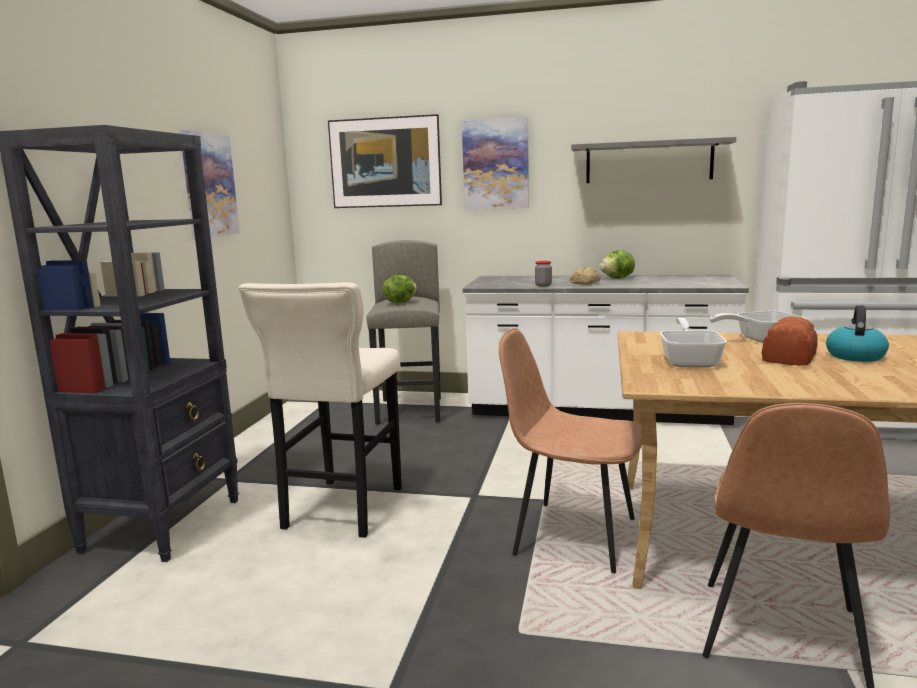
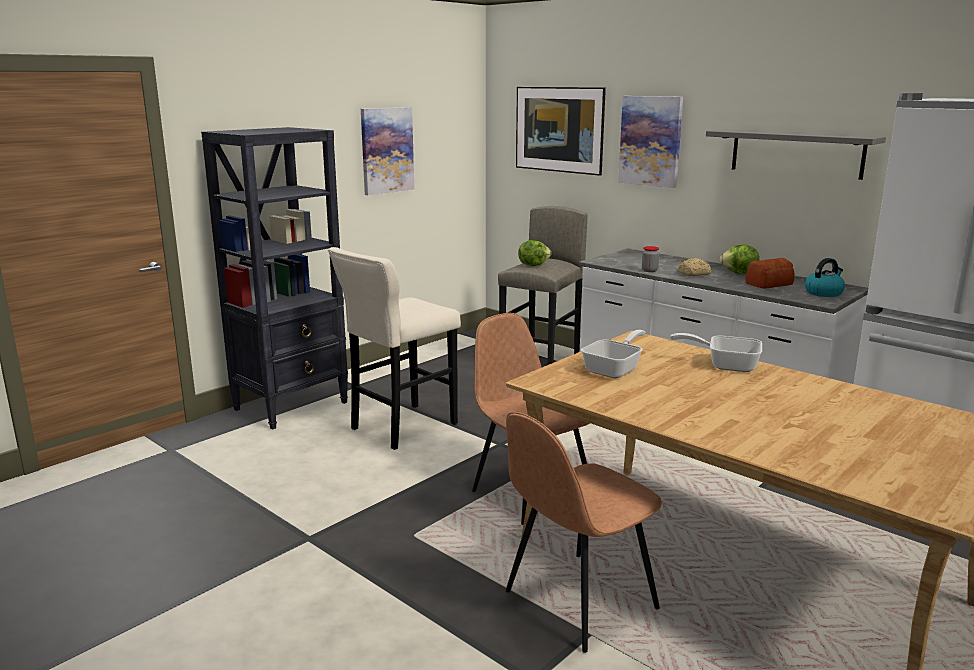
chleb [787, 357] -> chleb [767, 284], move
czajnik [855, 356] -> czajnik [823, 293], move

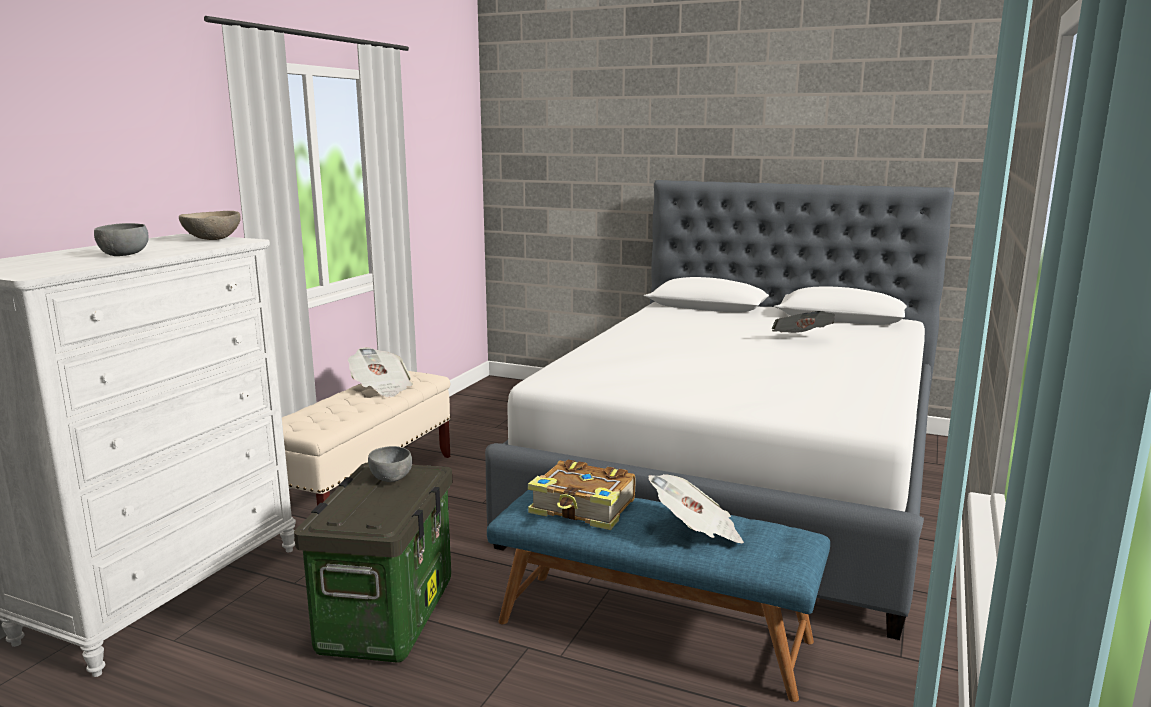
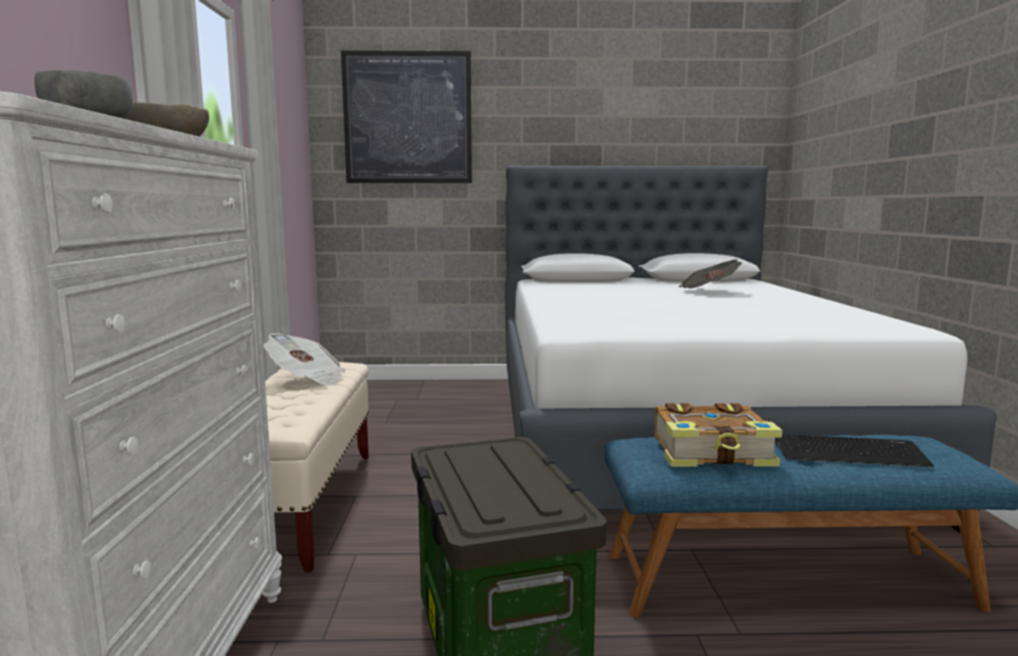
miska (szary) [391, 478] -> none
gazeta [696, 531] -> klawiatura [848, 453]
none -> obraz [408, 118]

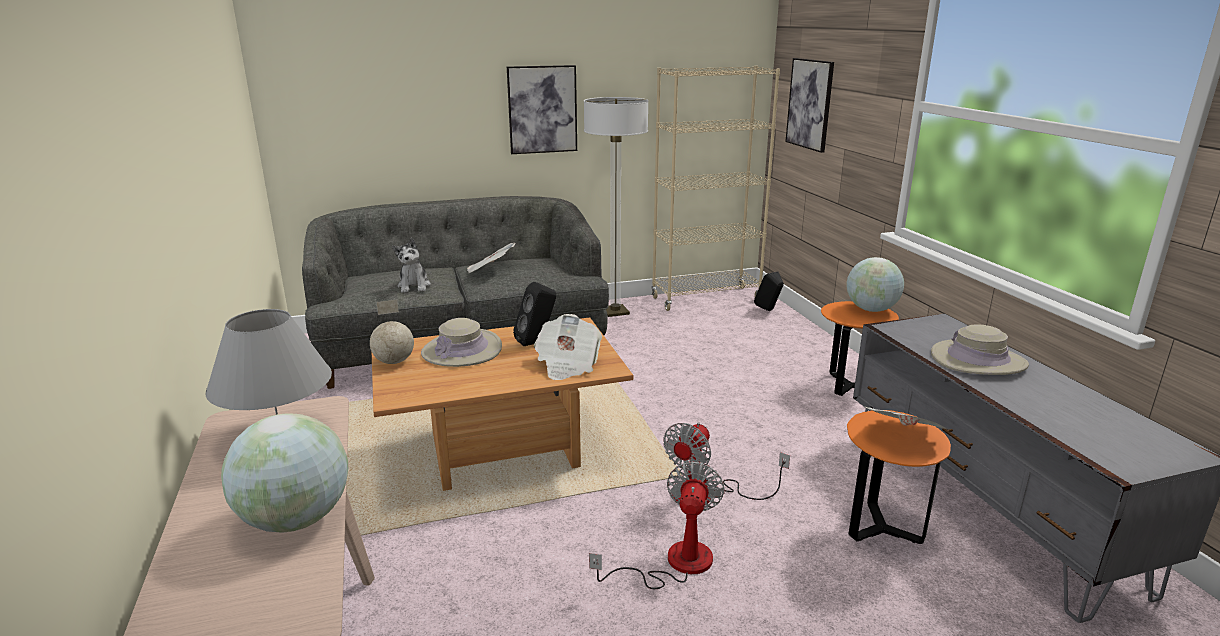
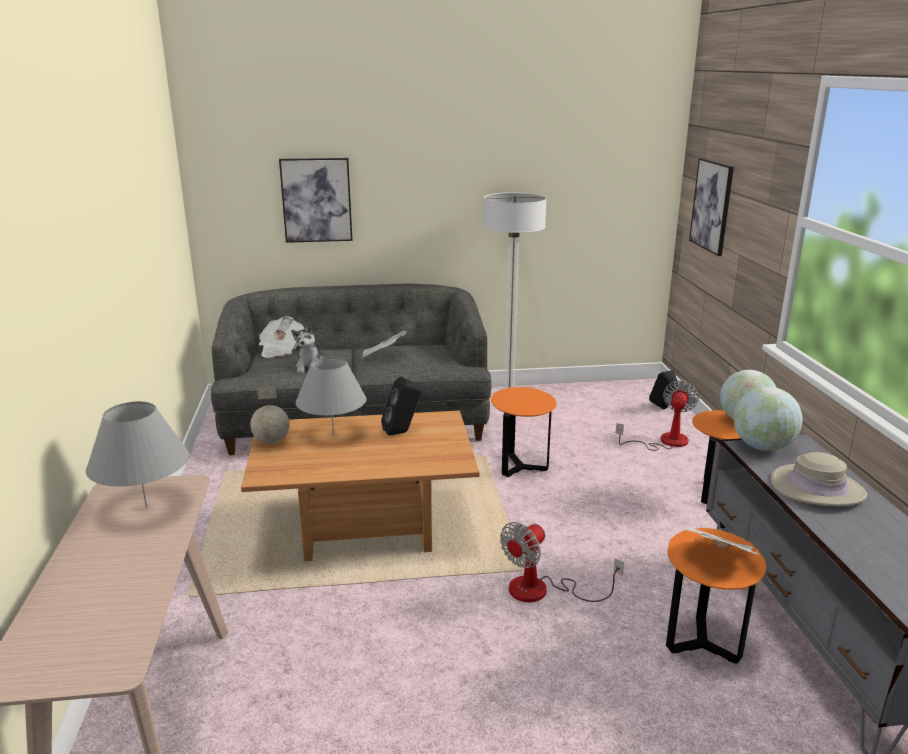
globus [296, 519] -> globus [762, 447], move
kapelusz (beżowy) [462, 350] -> lampa stołowa (szary) [333, 434]
obraz [542, 109] -> obraz [316, 200], move
gazeta [567, 364] -> gazeta [280, 350], move
wentylator [674, 563] -> wentylator [664, 442], move
regał (beżowy) [706, 299] -> none
none -> stolik (pomarańczowy) [520, 467]

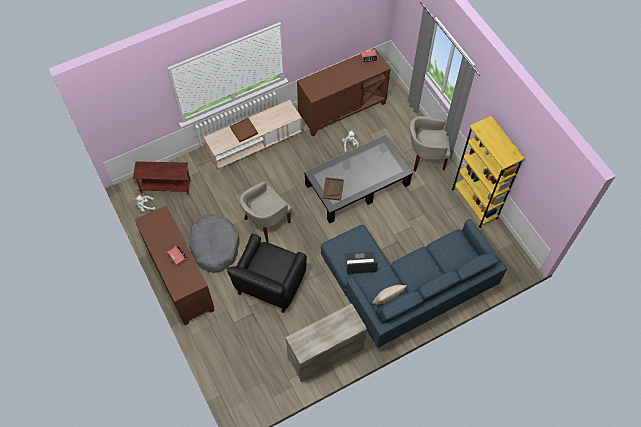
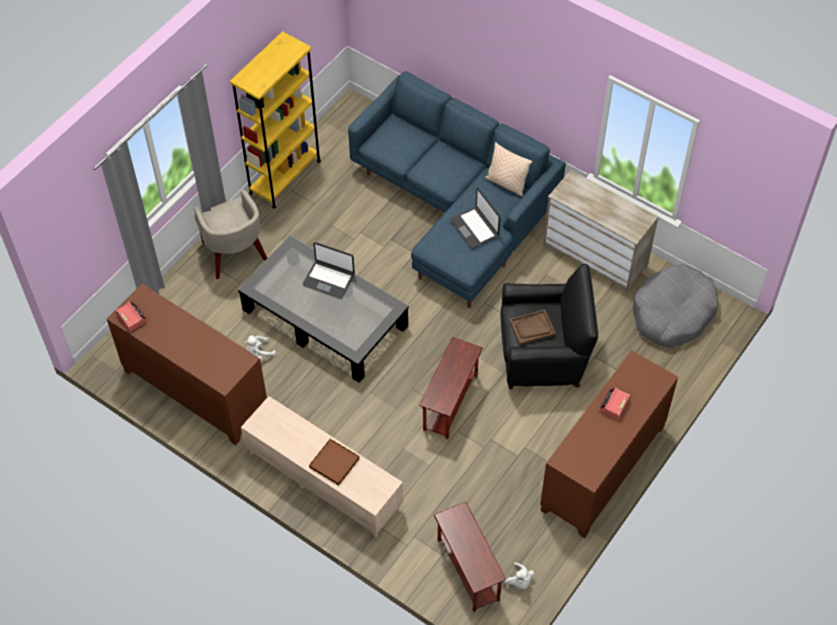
legowisko (szary) [214, 246] -> legowisko (szary) [672, 313], move
fotel (beżowy) [266, 222] -> stolik (brązowy) [451, 403]
taca (brązowy) [333, 189] -> taca (brązowy) [532, 328], move
none -> laptop [329, 279]

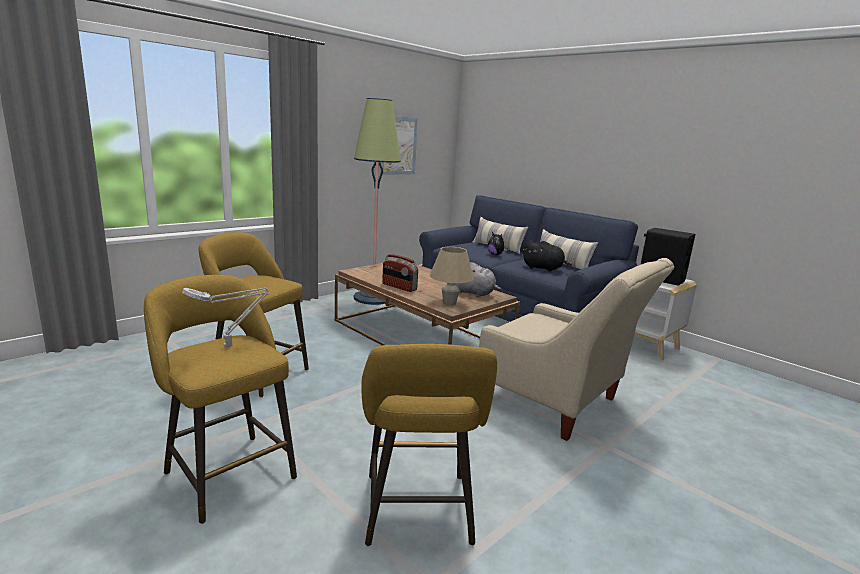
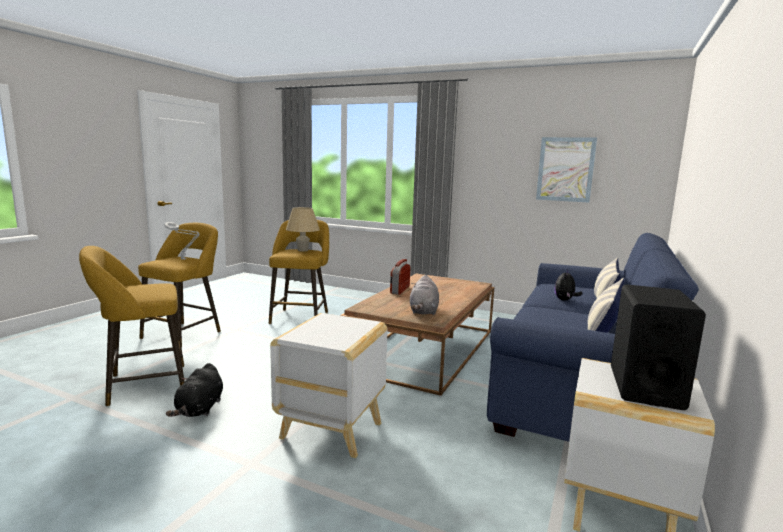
lampa stojąca [373, 298] -> none
lampa stołowa (beżowy) [449, 303] -> lampa stołowa (beżowy) [302, 250], move
fotel (beżowy) [558, 404] -> stolik (biały) [330, 430]
pluszak (czarny) [544, 269] -> pluszak (czarny) [199, 409], move

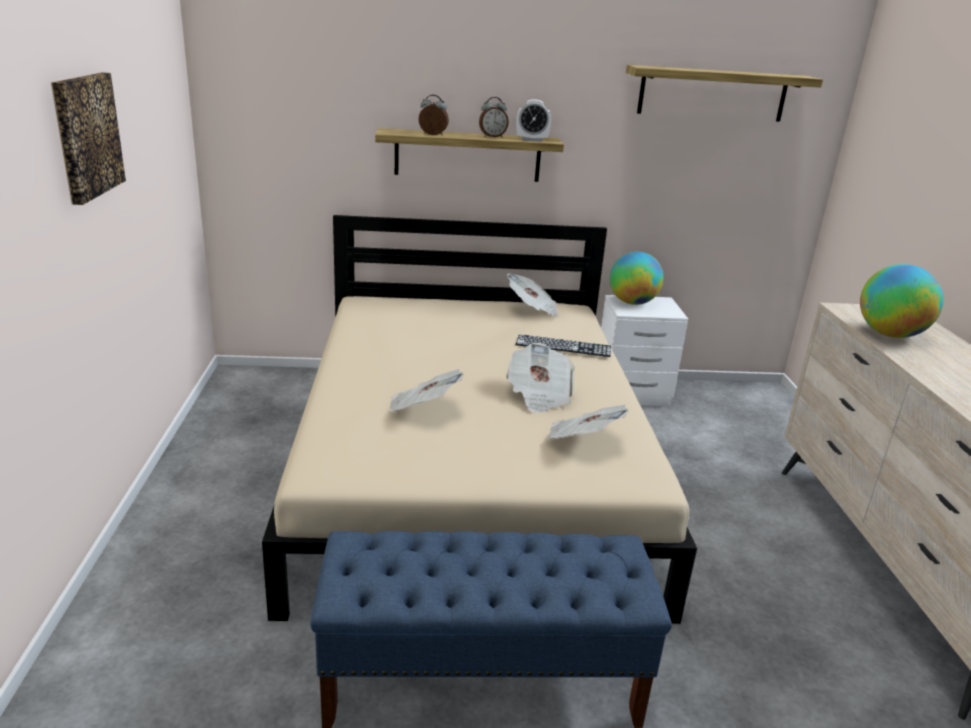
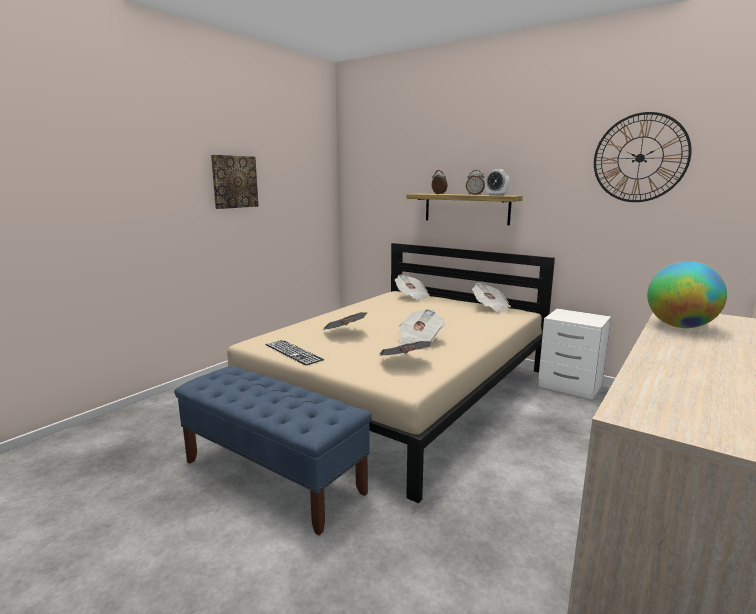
klawiatura [563, 346] -> klawiatura [293, 352], move
globus [632, 302] -> none
półka [712, 94] -> zegar ścienny [640, 158]
none -> gazeta [412, 297]

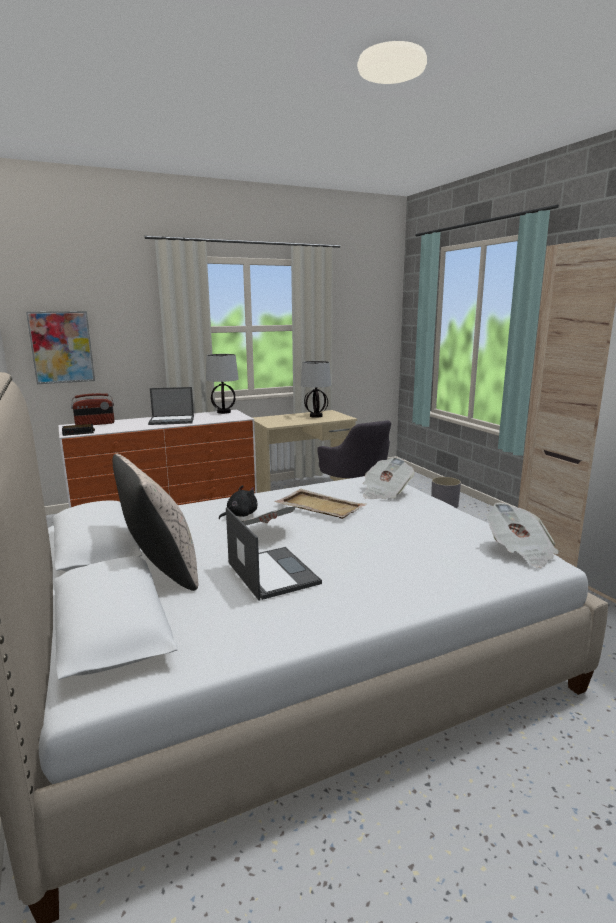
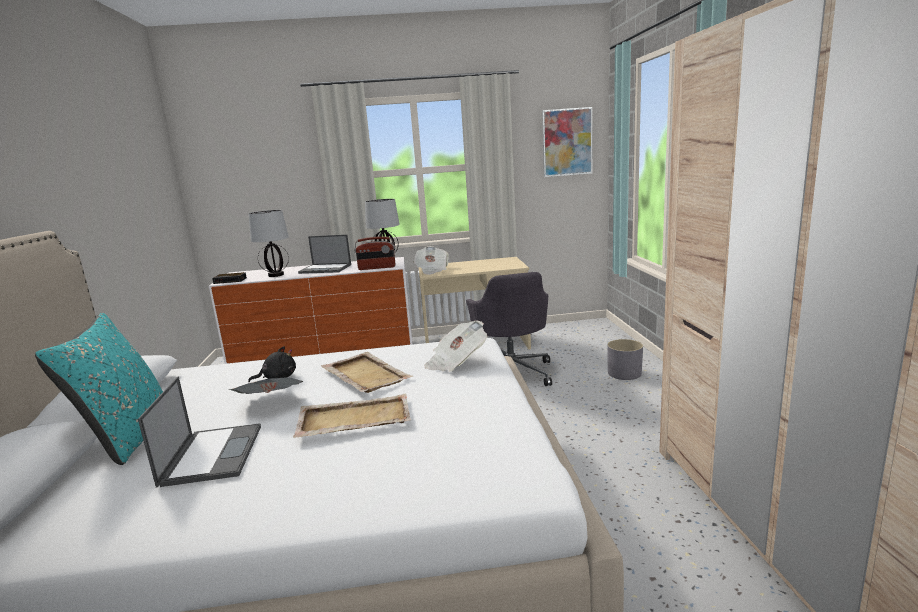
obraz [61, 347] -> obraz [567, 142], move
radio [95, 424] -> radio [377, 268], move
poduszka (beżowy) [161, 570] -> poduszka (turkusowy) [129, 436]
lampa stołowa [315, 416] -> lampa stołowa [275, 275], move
gazeta [520, 551] -> gazeta [432, 270], move
none -> taca (beżowy) [353, 419]

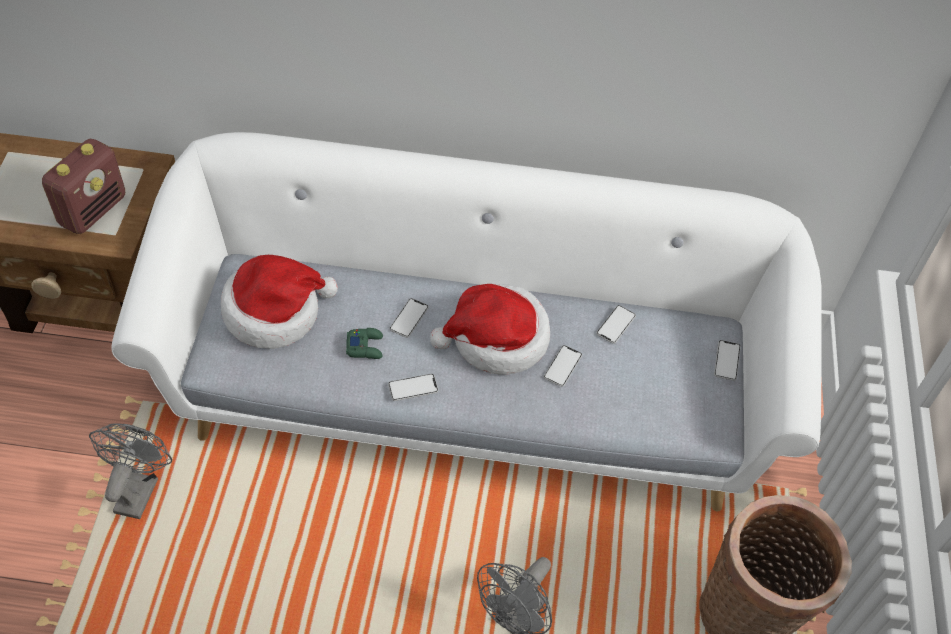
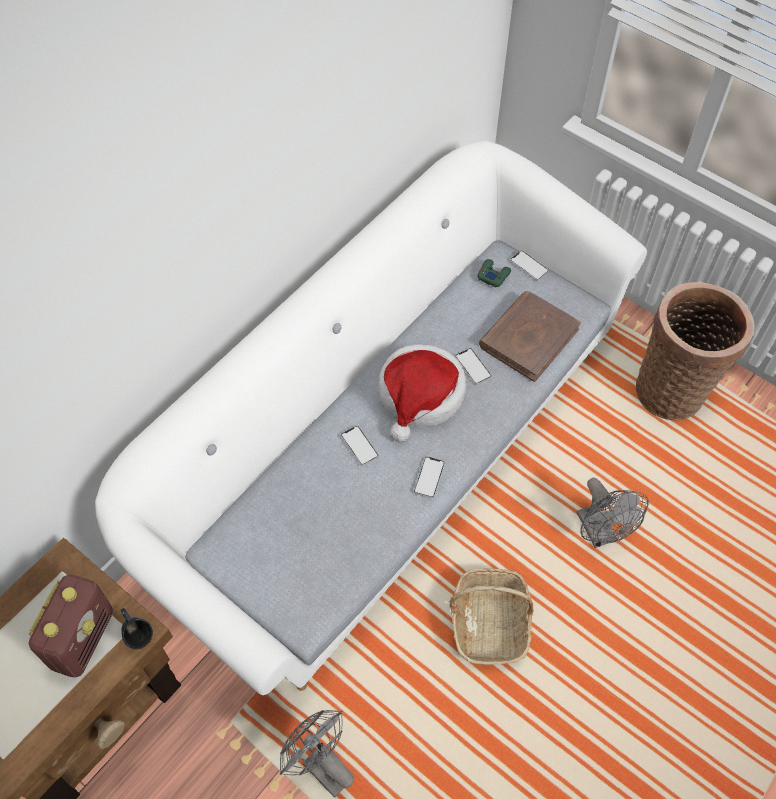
radio [93, 210] -> radio [83, 638], 45 degrees clockwise
kapelusz [275, 312] -> none
pad do gier (zielony) [365, 346] -> pad do gier (zielony) [493, 275], move
telefon [616, 325] -> none
none -> kubek (niebieski) [139, 636]
none -> koszyk [490, 622]
none -> książka (brązowy) [528, 338]

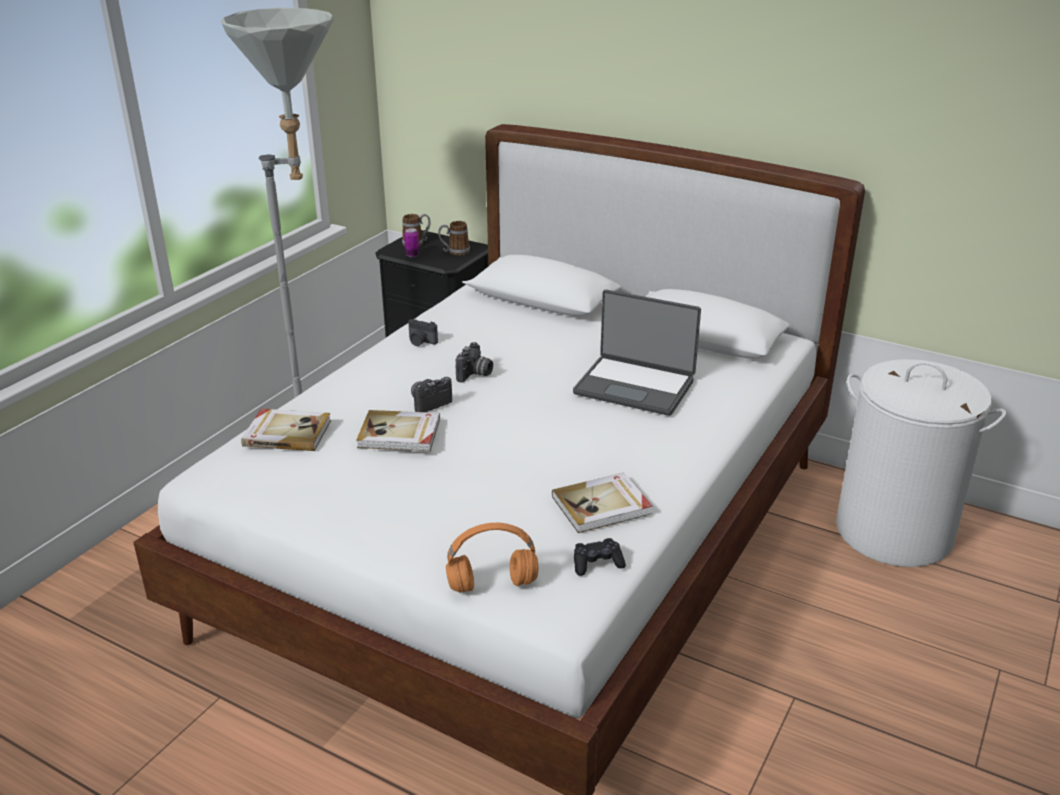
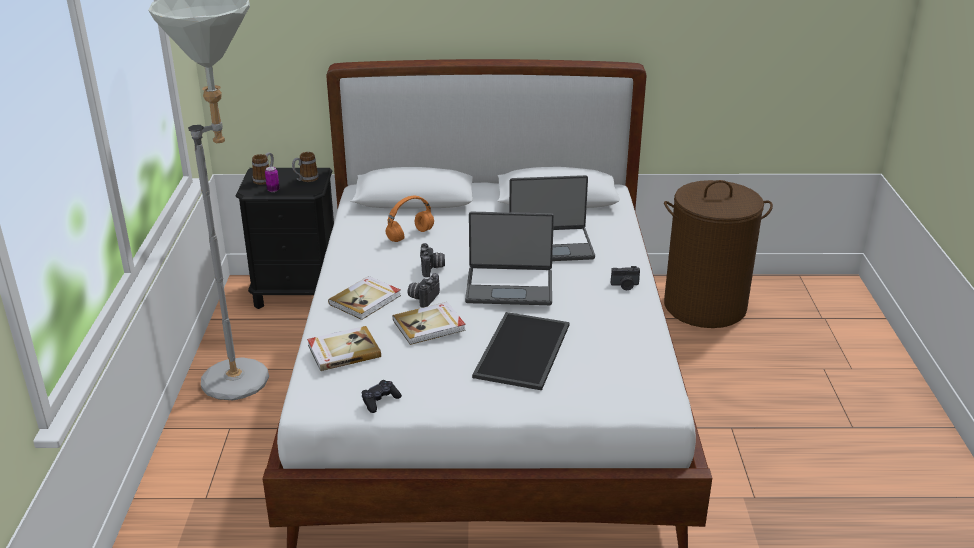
aparat fotograficzny [421, 342] -> aparat fotograficzny [625, 286], move
słuchawki (pomarańczowy) [494, 584] -> słuchawki (pomarańczowy) [410, 235], move
książka [602, 506] -> książka [366, 300], move
pad do gier (czarny) [597, 563] -> pad do gier (czarny) [380, 401], move
kosz na pranie (biały) [894, 532] -> kosz na pranie (brązowy) [705, 306]
none -> laptop [509, 286]
none -> taca [524, 351]

